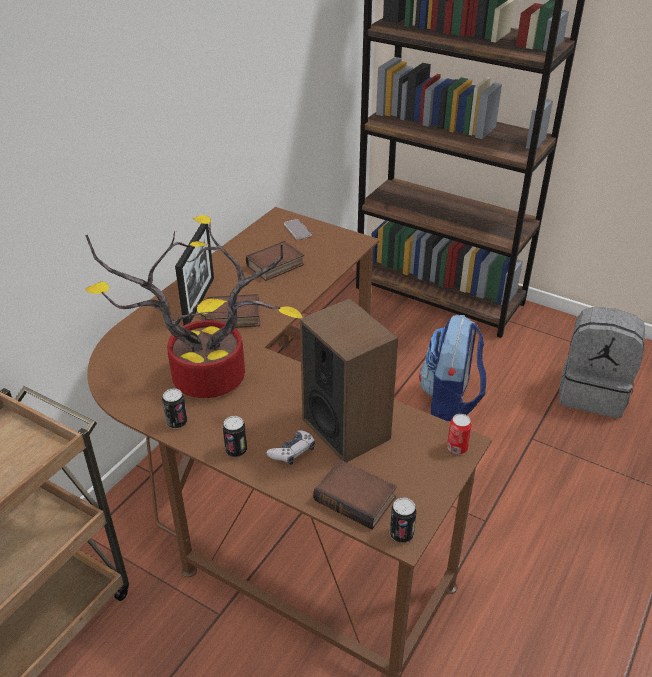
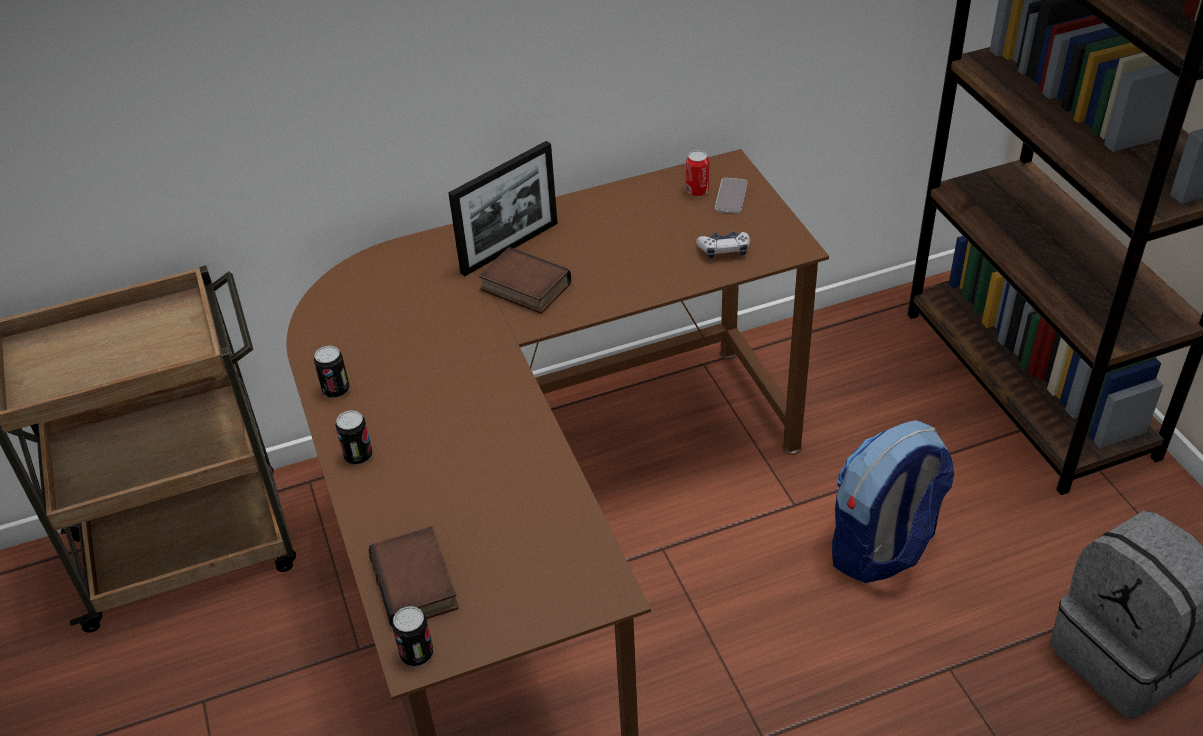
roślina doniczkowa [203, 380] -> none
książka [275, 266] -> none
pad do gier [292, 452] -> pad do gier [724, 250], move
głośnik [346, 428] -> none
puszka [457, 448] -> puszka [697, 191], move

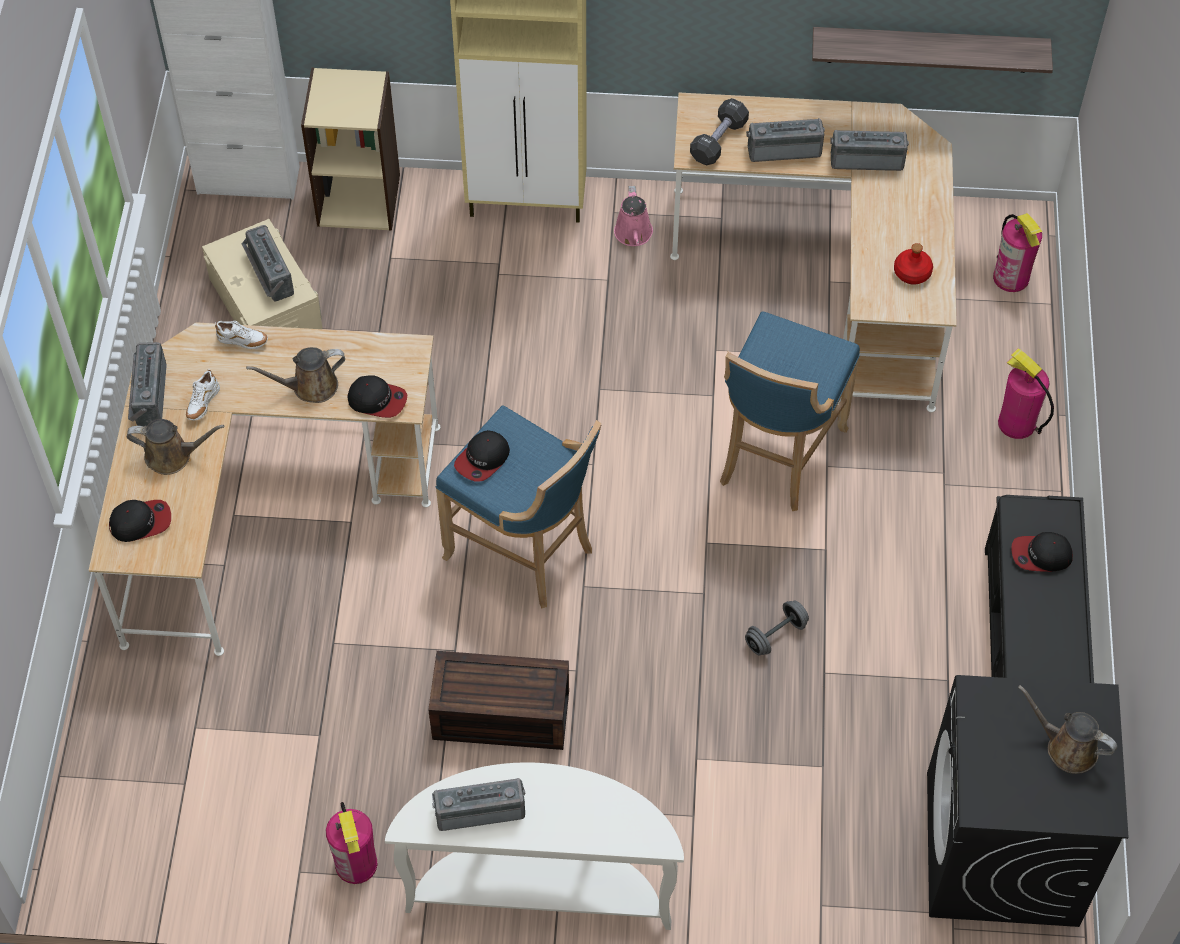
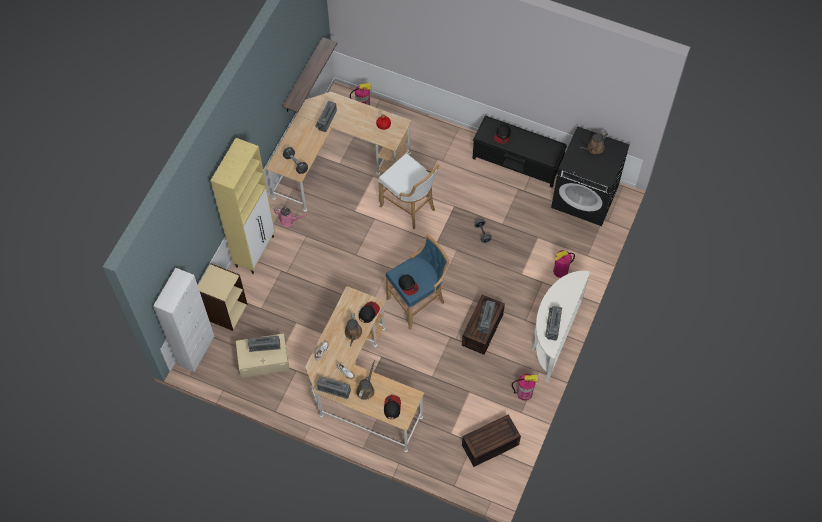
stołek (niebieski) [776, 457] -> stołek (biały) [410, 207]
radio [784, 149] -> radio [485, 319], move
gaśnica [1016, 423] -> gaśnica [560, 271], move
none -> pojemnik do przechowywania (brązowy) [490, 446]

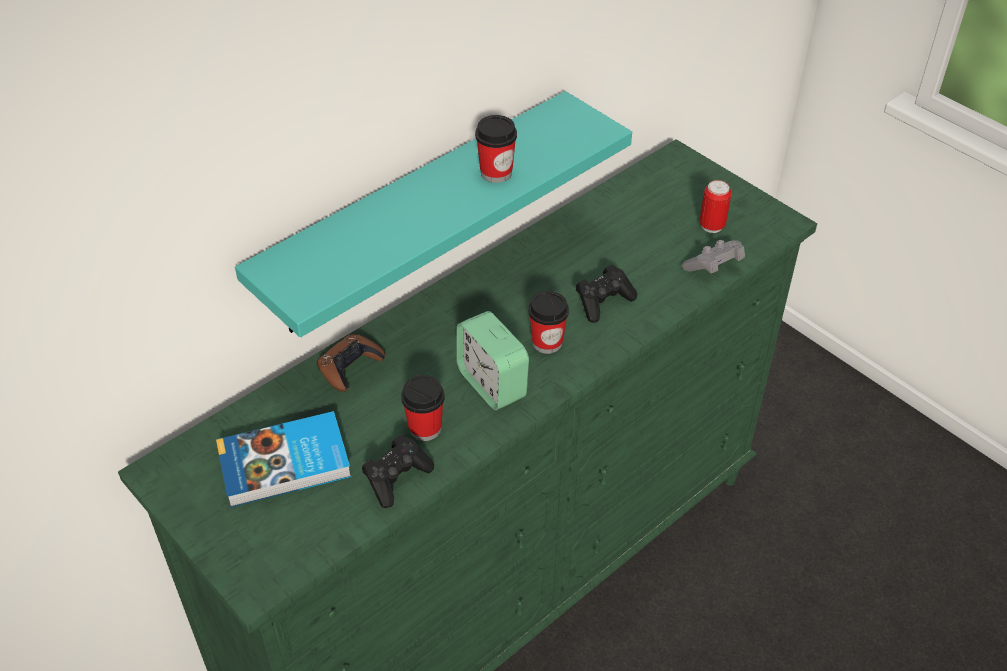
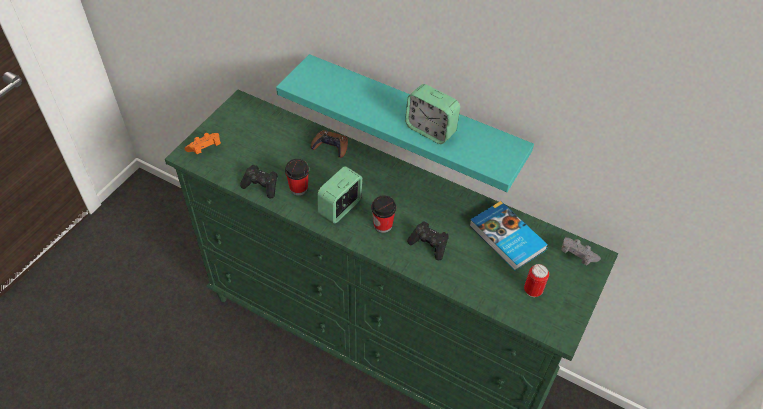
książka [286, 464] -> książka [506, 238], move
filiżanka [496, 173] -> budzik [430, 130]
pad do gier (szary) [714, 267] -> pad do gier (szary) [576, 256], move
none -> pad do gier (pomarańczowy) [205, 149]

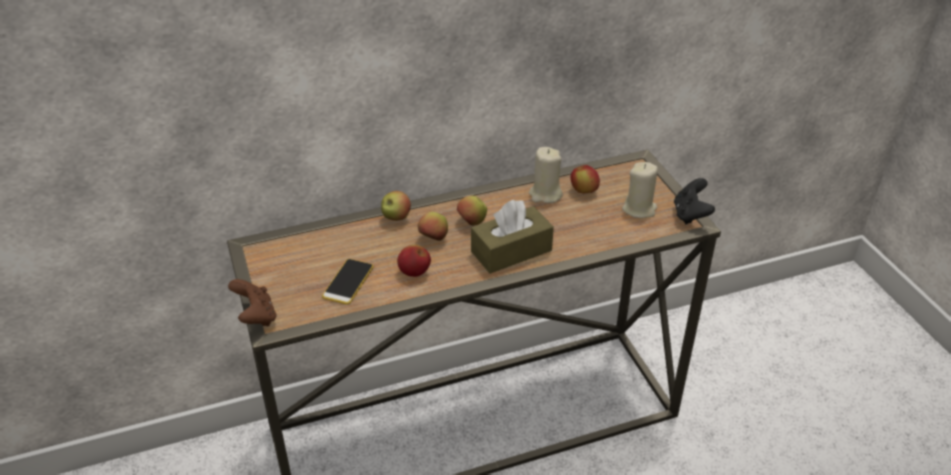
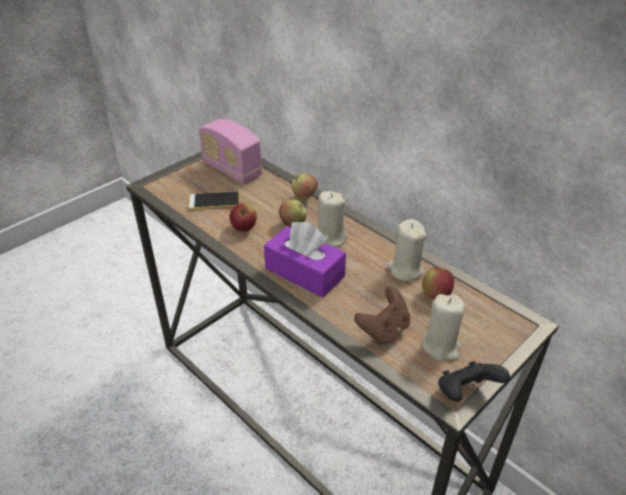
pad do gier (brązowy) [256, 317] -> pad do gier (brązowy) [384, 330], move
jabłko [471, 222] -> świeca (beżowy) [330, 238]
pudełko chusteczek (brązowy) [511, 251] -> pudełko chusteczek (fioletowy) [304, 272]
none -> radio [232, 170]

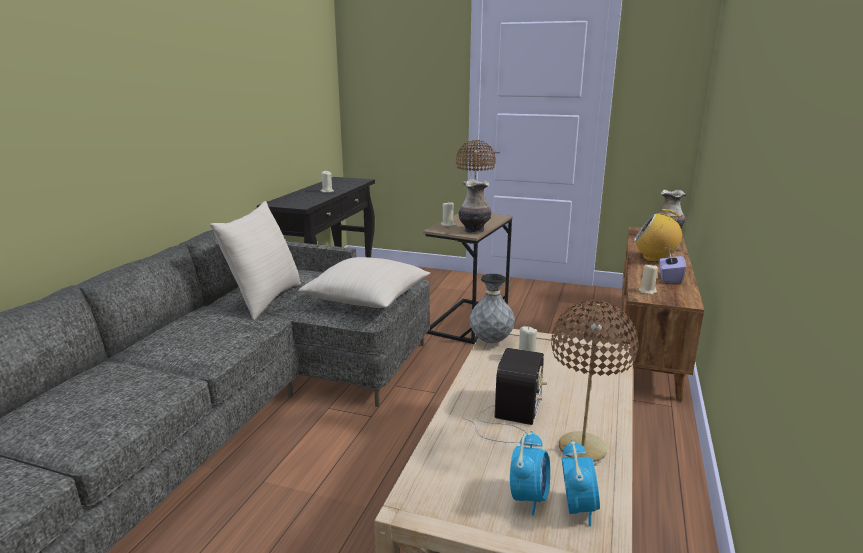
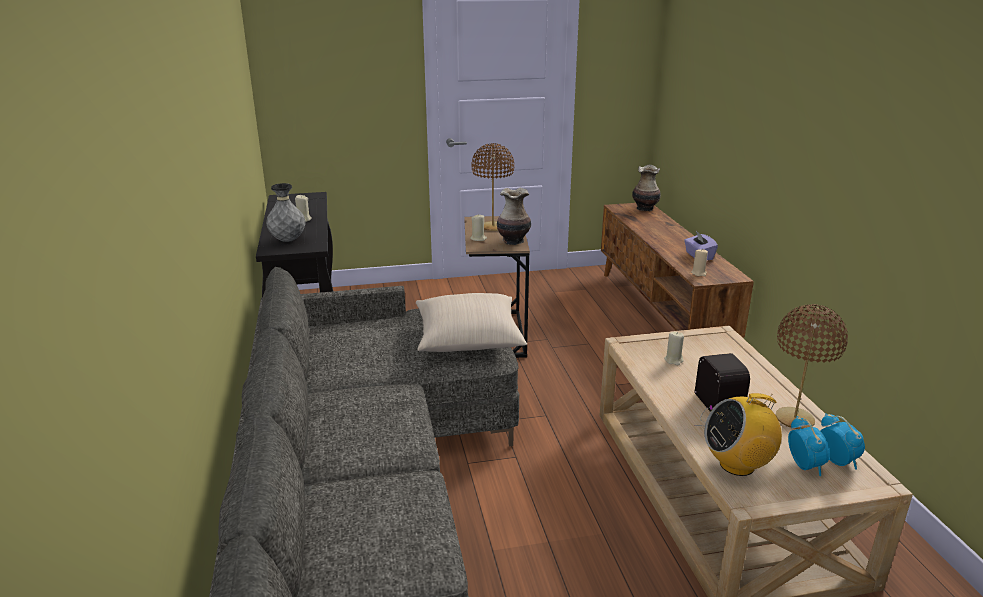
poduszka (beżowy) [264, 299] -> none
wazon (szary) [490, 341] -> wazon (szary) [288, 240], move
radio [654, 258] -> radio [737, 464], move

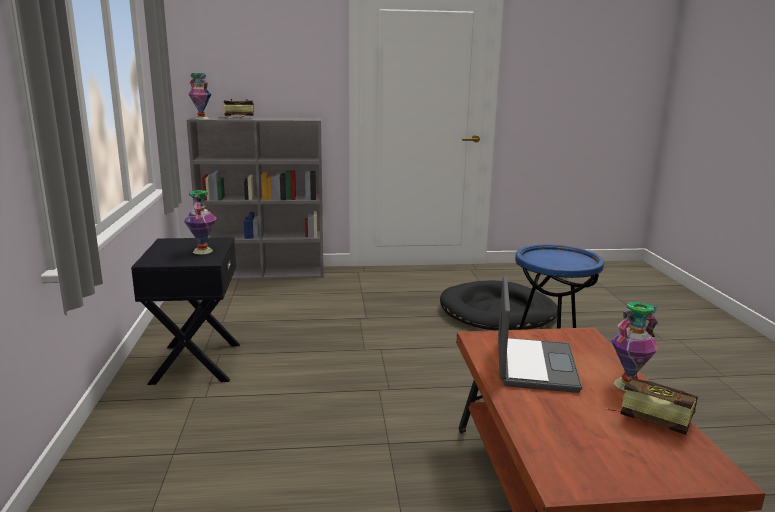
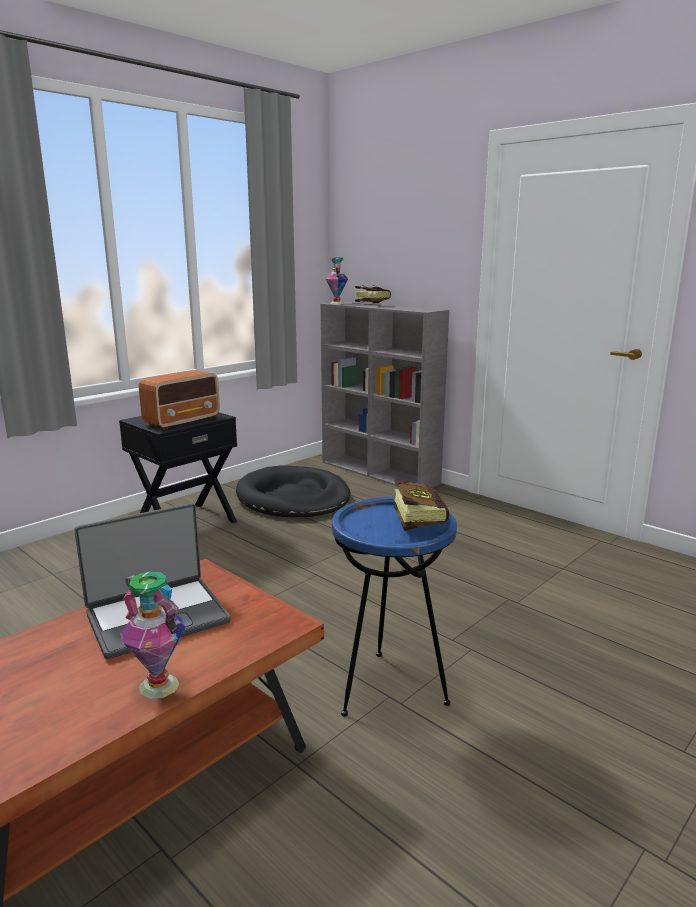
wazon [202, 251] -> radio [183, 421]
legowisko (czarny) [498, 312] -> legowisko (czarny) [293, 498], move
książka [647, 417] -> książka [417, 520], move

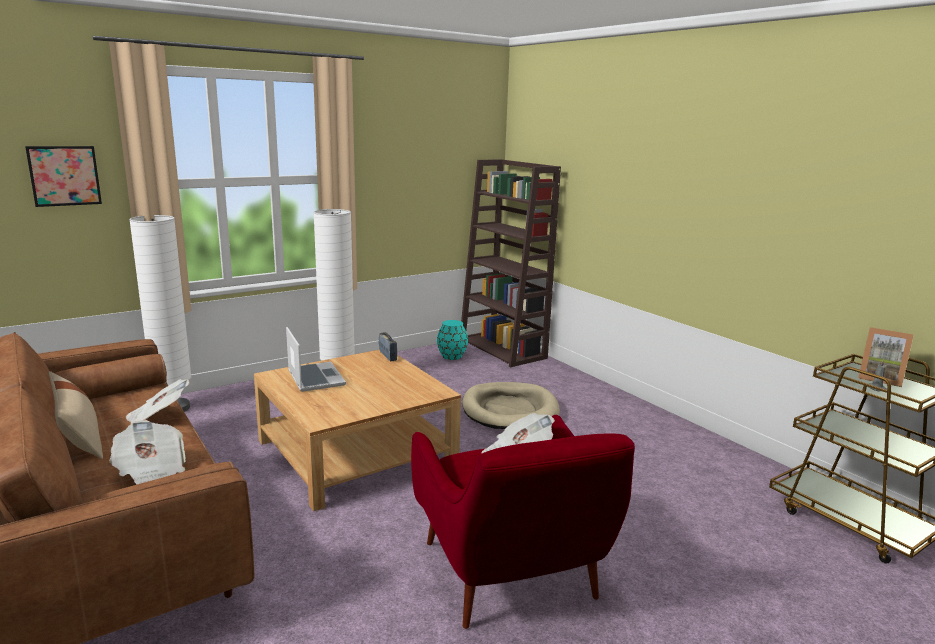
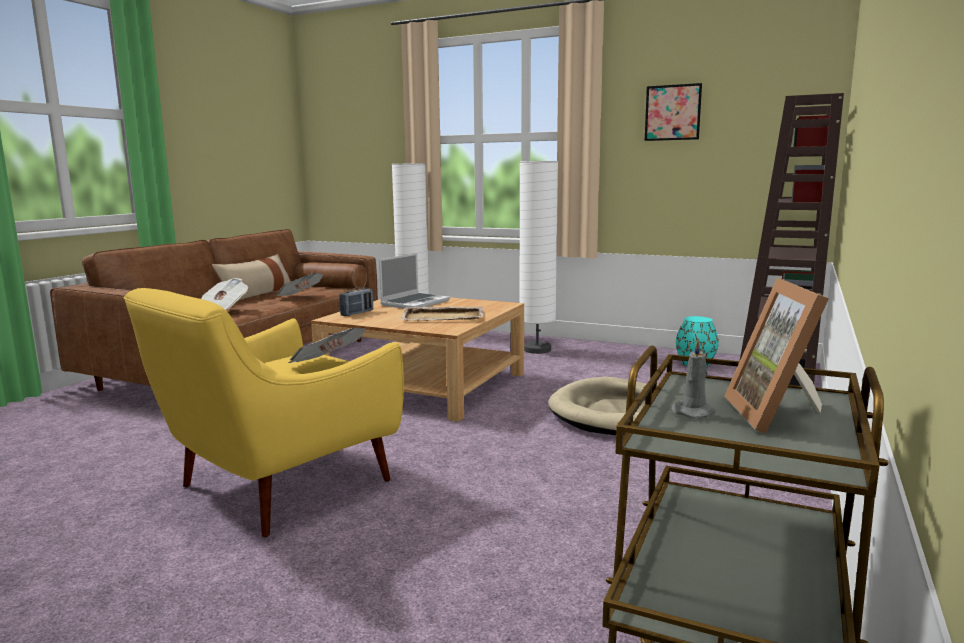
obraz [64, 176] -> obraz [672, 112], move
radio [388, 356] -> radio [357, 313], move
fotel (czerwony) [511, 576] -> fotel (żółty) [277, 487]
none -> taca (beżowy) [444, 317]

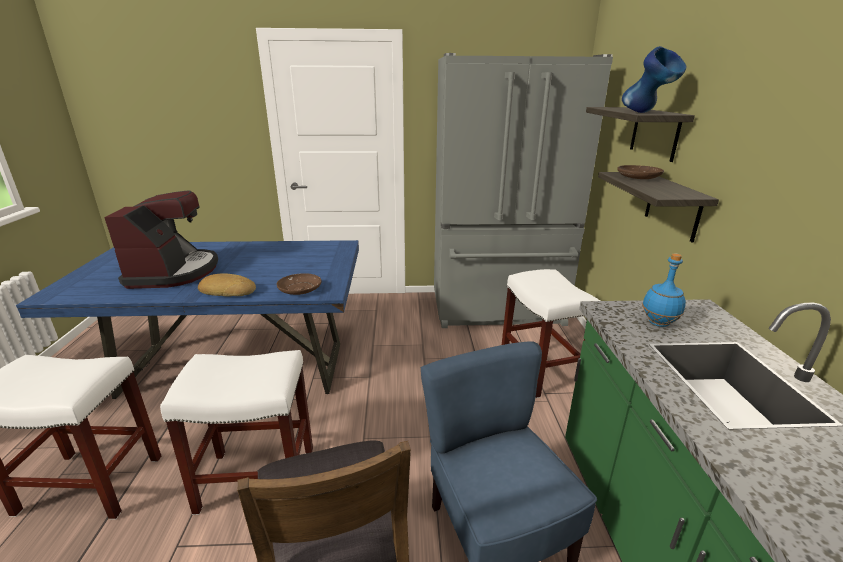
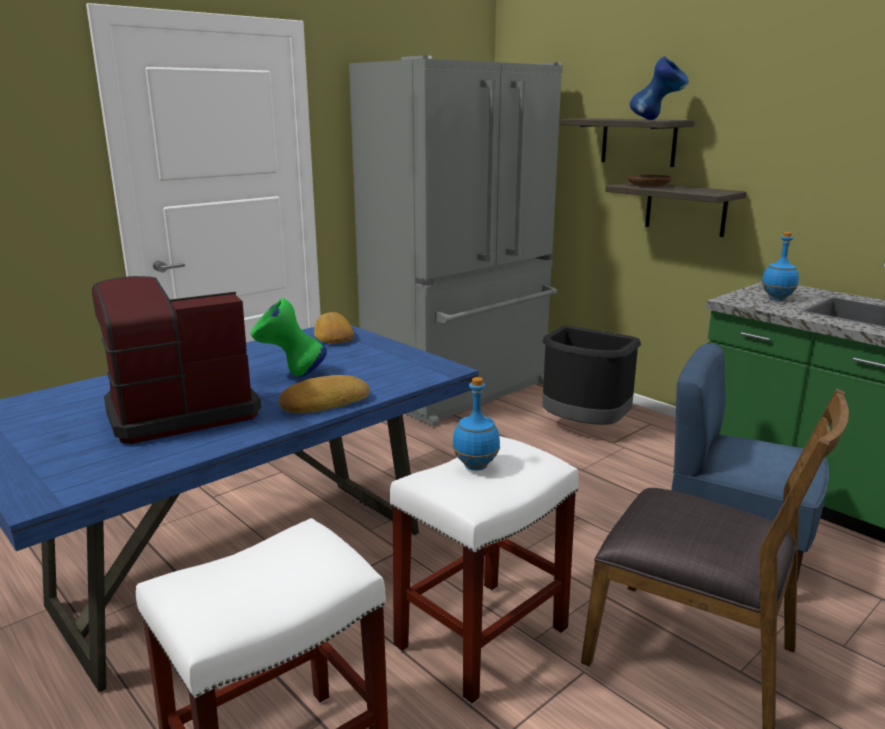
ekspres do kawy [174, 272] -> ekspres do kawy [179, 412], 75 degrees counterclockwise
talerz (brązowy) [299, 289] -> none
stołek (biały) [541, 371] -> kosz na śmieci (czarny) [584, 427]
none -> wazon (zielony) [291, 375]
none -> chleb [332, 335]
none -> butelka (niebieski) [476, 466]

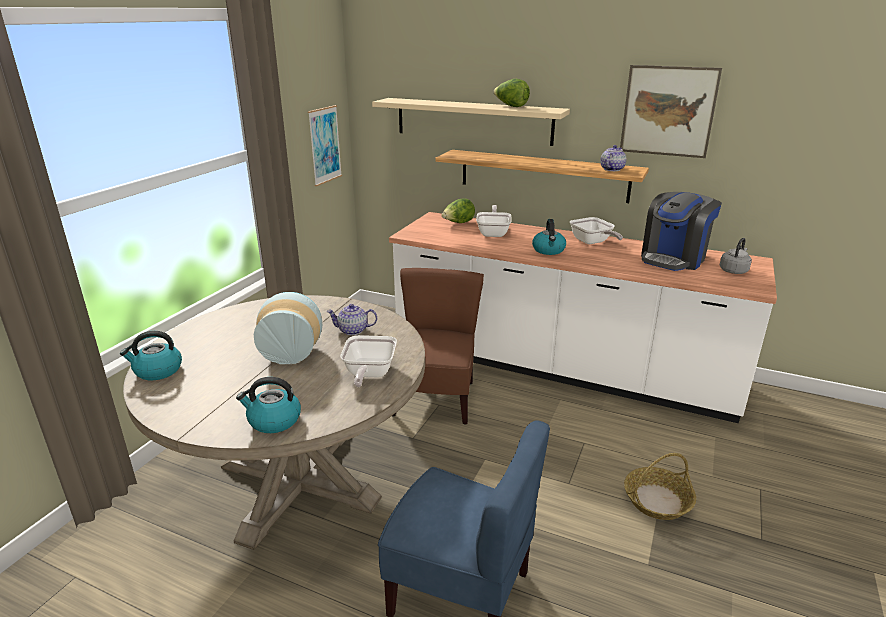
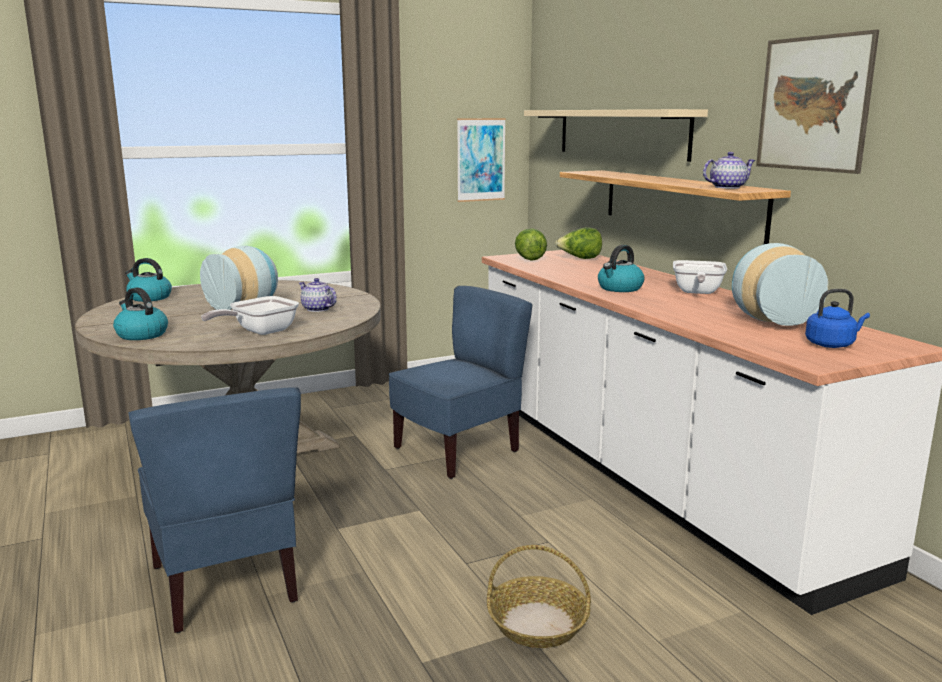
krzesło (brązowy) [435, 399] -> krzesło (niebieski) [458, 450]
patelnia [493, 232] -> none
sałata [510, 106] -> sałata [529, 259], move
ekspres do kawy [673, 258] -> wazon [769, 320]
czajnik (szary) [734, 270] -> czajnik (niebieski) [832, 344]

